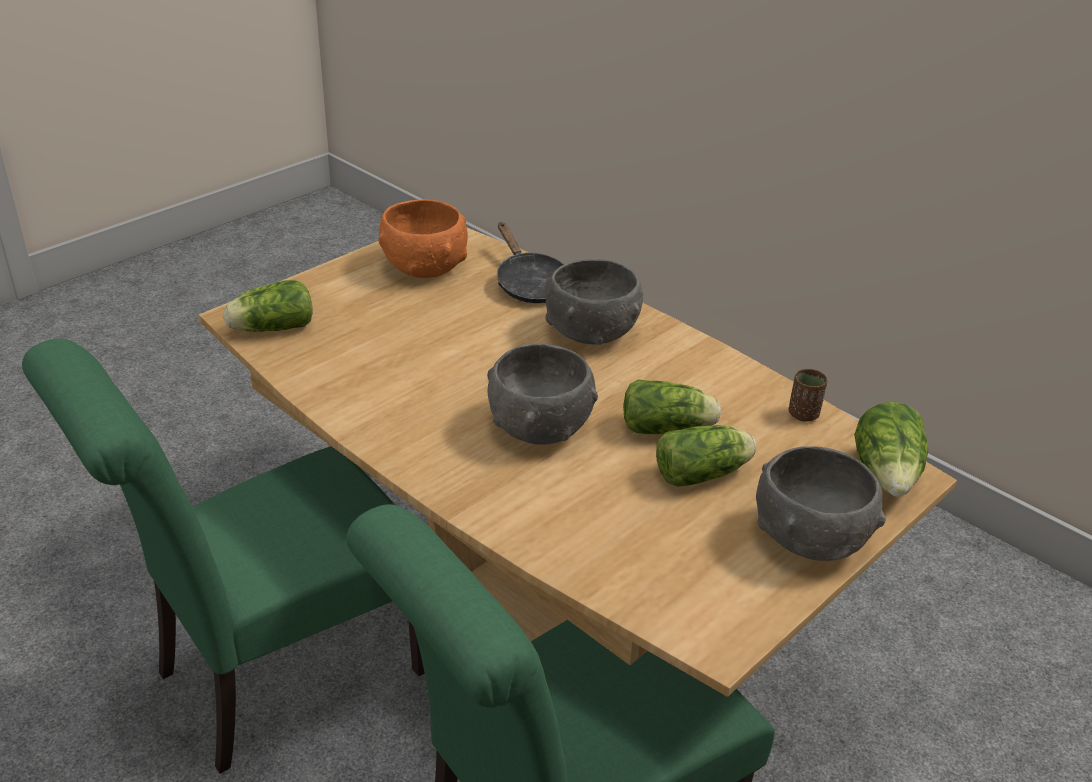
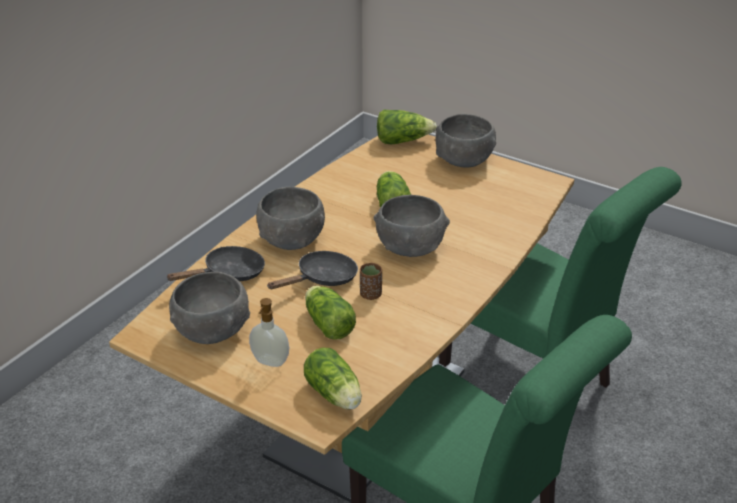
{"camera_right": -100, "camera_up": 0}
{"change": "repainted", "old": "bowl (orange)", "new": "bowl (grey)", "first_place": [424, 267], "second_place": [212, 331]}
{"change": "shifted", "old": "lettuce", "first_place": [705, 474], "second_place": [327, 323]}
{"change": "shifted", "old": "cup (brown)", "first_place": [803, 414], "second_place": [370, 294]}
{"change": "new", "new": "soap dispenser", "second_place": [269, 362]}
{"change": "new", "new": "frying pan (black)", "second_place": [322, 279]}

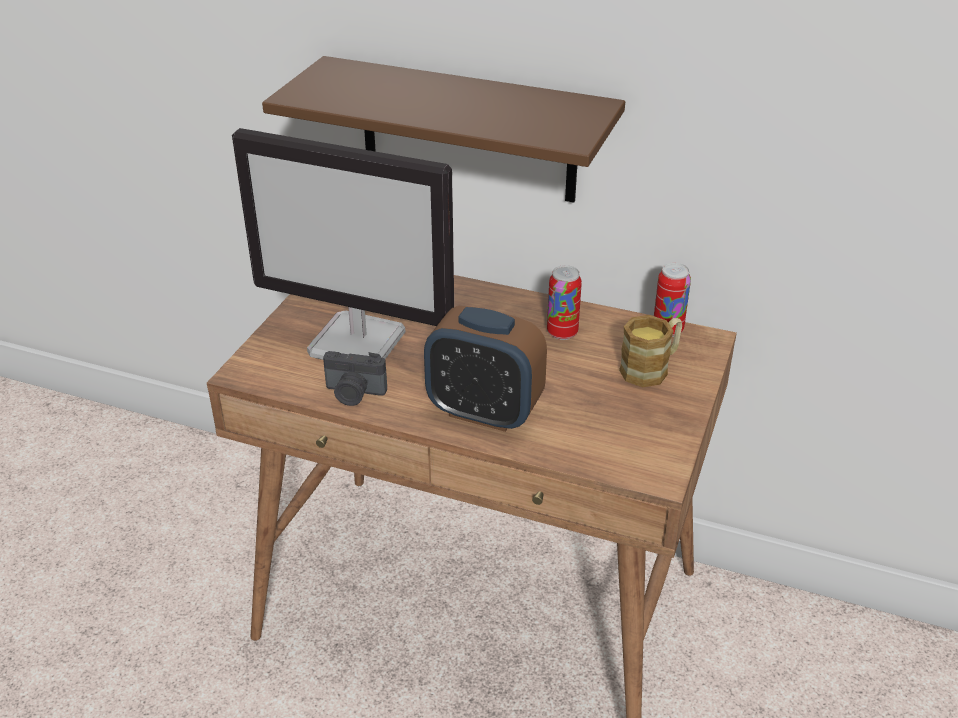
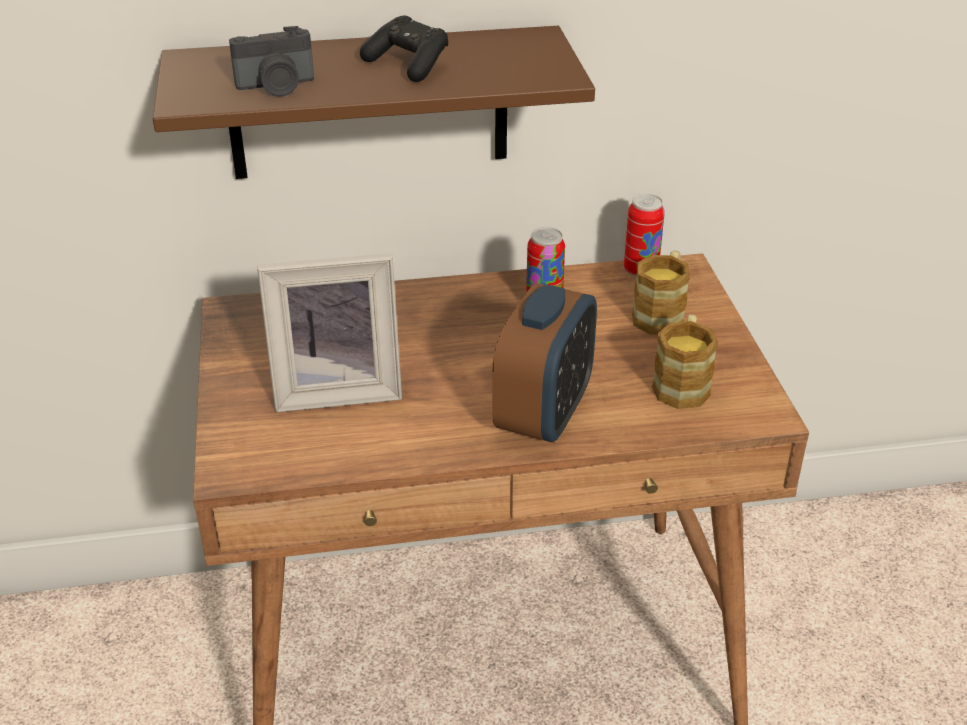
{"camera_right": -30, "camera_up": 0}
{"change": "swapped", "old": "monitor", "new": "picture frame", "first_place": [359, 342], "second_place": [337, 389]}
{"change": "shifted", "old": "photo camera", "first_place": [354, 394], "second_place": [277, 87]}
{"change": "rotated", "old": "alarm clock", "first_place": [484, 412], "second_place": [544, 415], "degrees": -60}
{"change": "new", "new": "game controller (black)", "second_place": [408, 65]}
{"change": "new", "new": "mug", "second_place": [682, 383]}

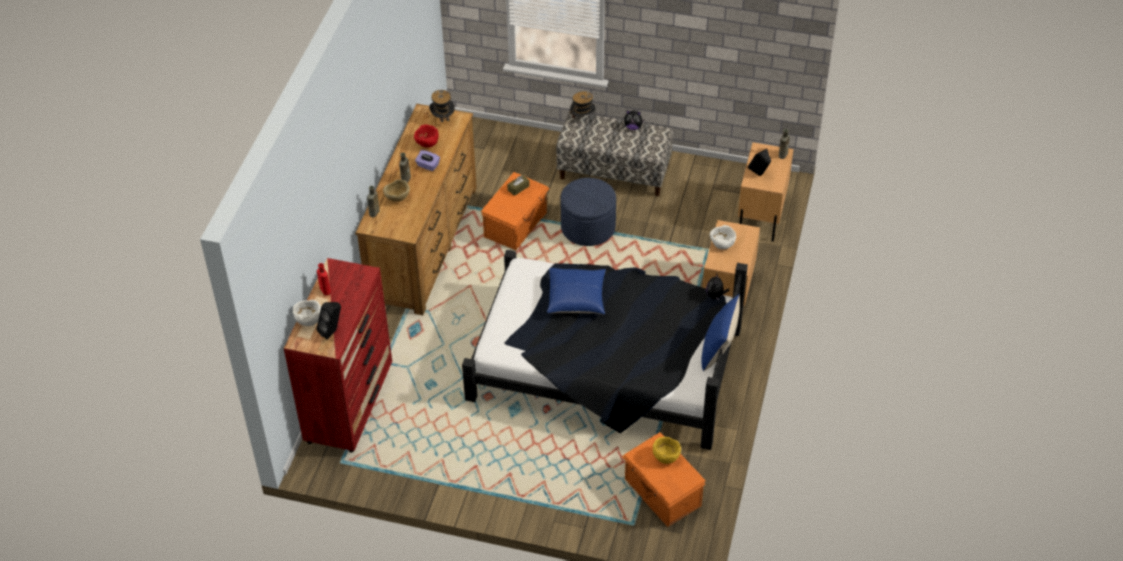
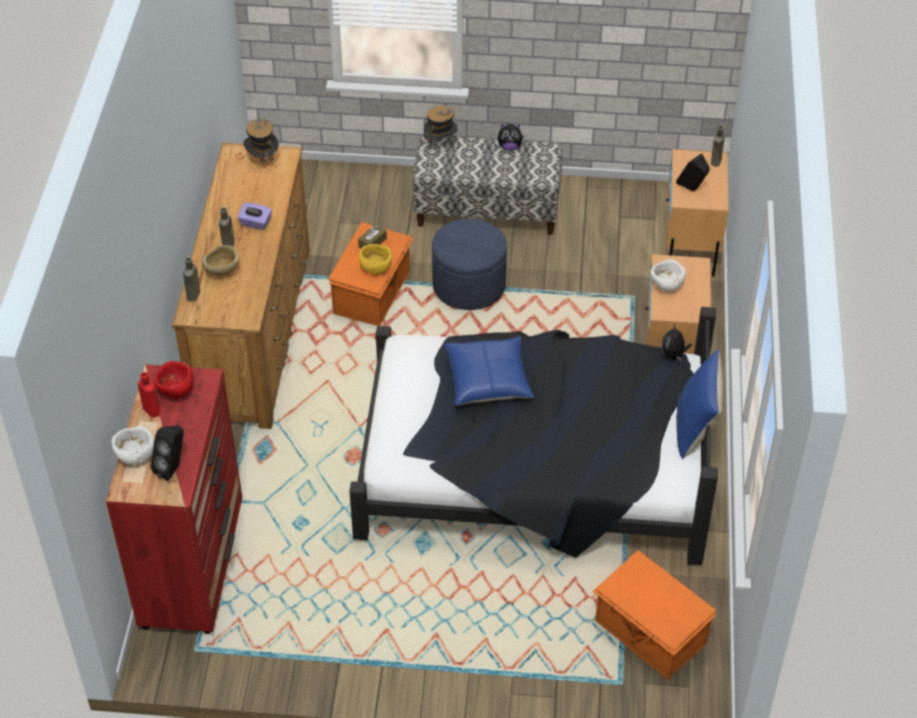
{"camera_right": -10, "camera_up": 0}
{"change": "shifted", "old": "bowl (red)", "first_place": [427, 144], "second_place": [176, 391]}
{"change": "shifted", "old": "bowl (yellow)", "first_place": [666, 457], "second_place": [376, 268]}

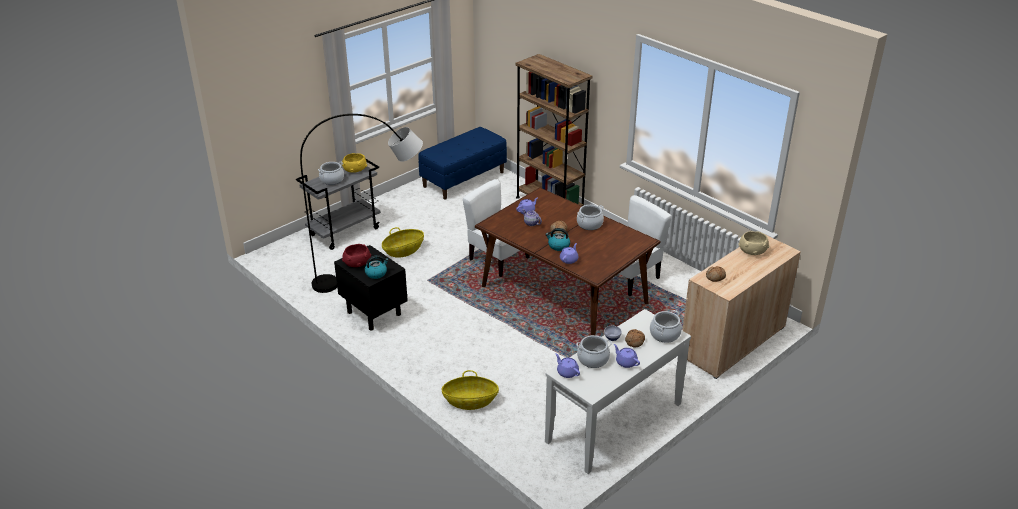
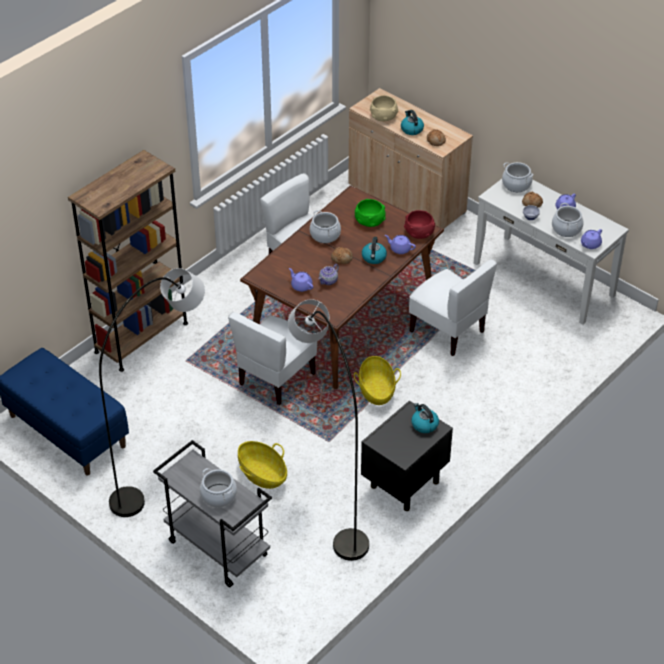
{"camera_right": -95, "camera_up": 10}
{"change": "gone", "old": "bowl (yellow)", "first_place": [354, 169]}
{"change": "shifted", "old": "bowl (red)", "first_place": [357, 262], "second_place": [419, 231]}
{"change": "shifted", "old": "basket", "first_place": [470, 401], "second_place": [376, 390]}
{"change": "new", "new": "floor lamp (grey)", "second_place": [165, 459]}
{"change": "new", "new": "bowl (green)", "second_place": [370, 220]}
{"change": "new", "new": "kettle", "second_place": [411, 129]}
{"change": "new", "new": "chair (white)", "second_place": [448, 331]}

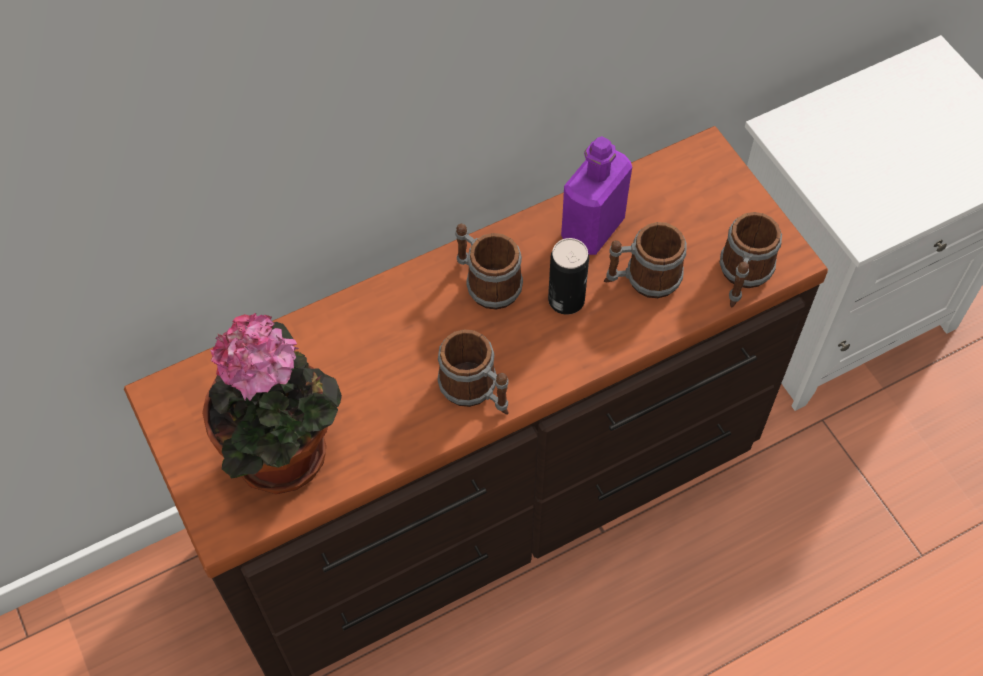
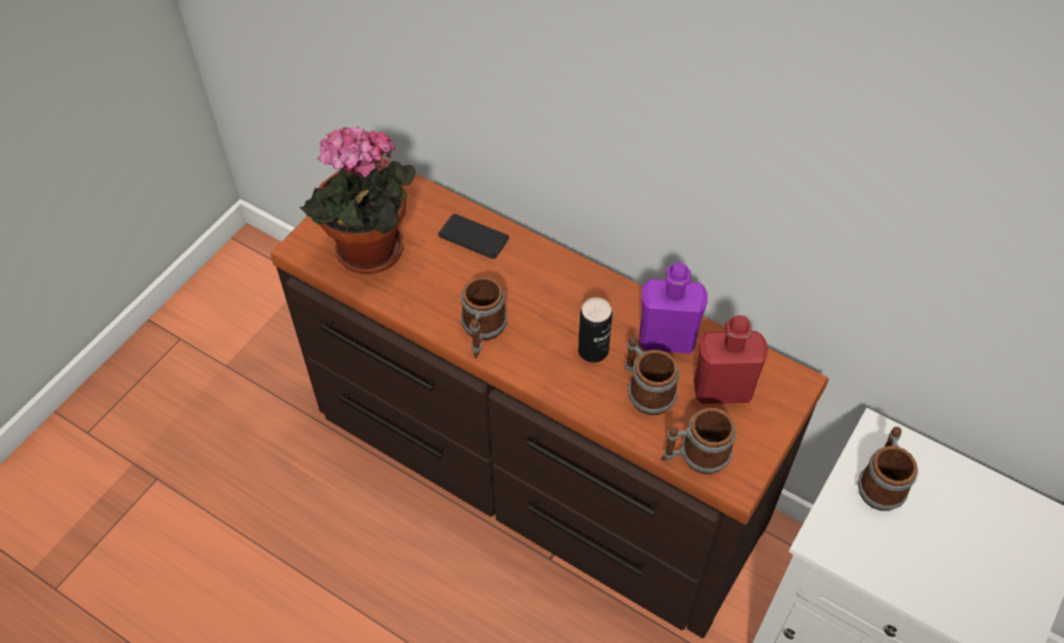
{"camera_right": 60, "camera_up": -5}
{"change": "shifted", "old": "mug", "first_place": [486, 282], "second_place": [880, 482]}
{"change": "new", "new": "phone", "second_place": [473, 237]}
{"change": "new", "new": "bottle (red)", "second_place": [722, 390]}

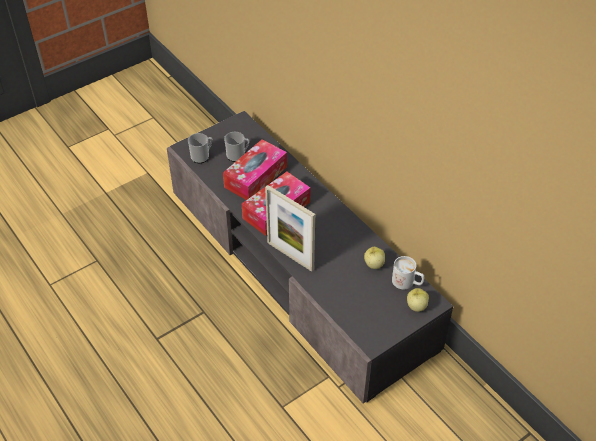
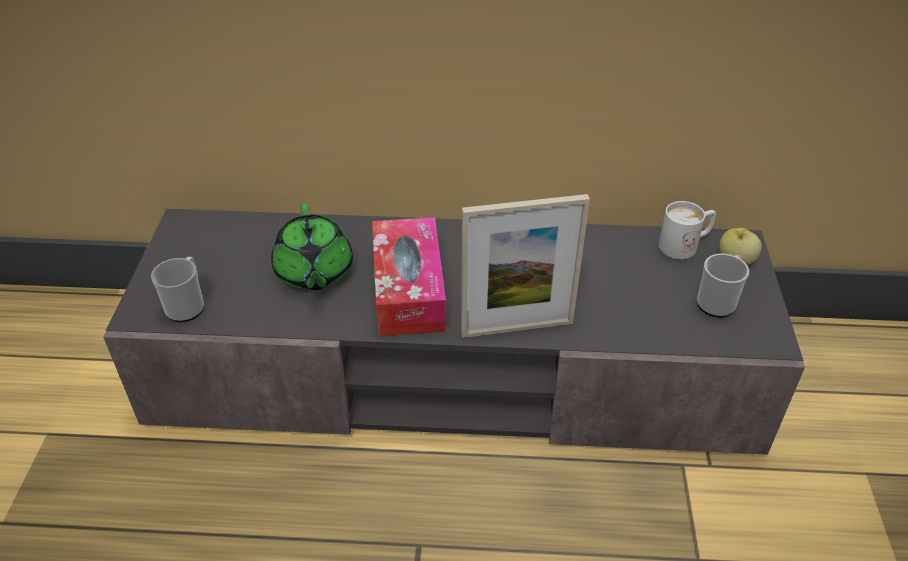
{"camera_right": -50, "camera_up": -5}
{"change": "swapped", "old": "tissue box", "new": "teapot (green)", "first_place": [255, 177], "second_place": [314, 272]}
{"change": "shifted", "old": "mug", "first_place": [238, 155], "second_place": [718, 301]}
{"change": "gone", "old": "apple", "first_place": [373, 264]}

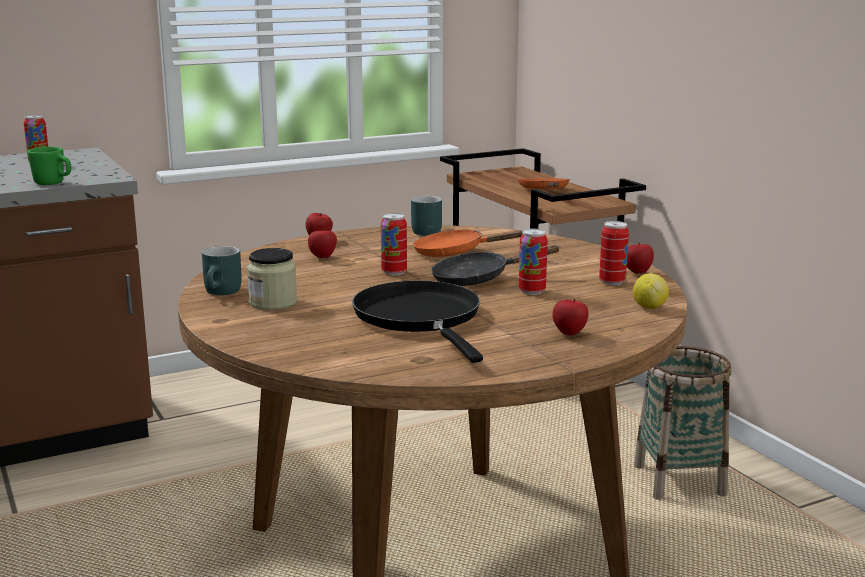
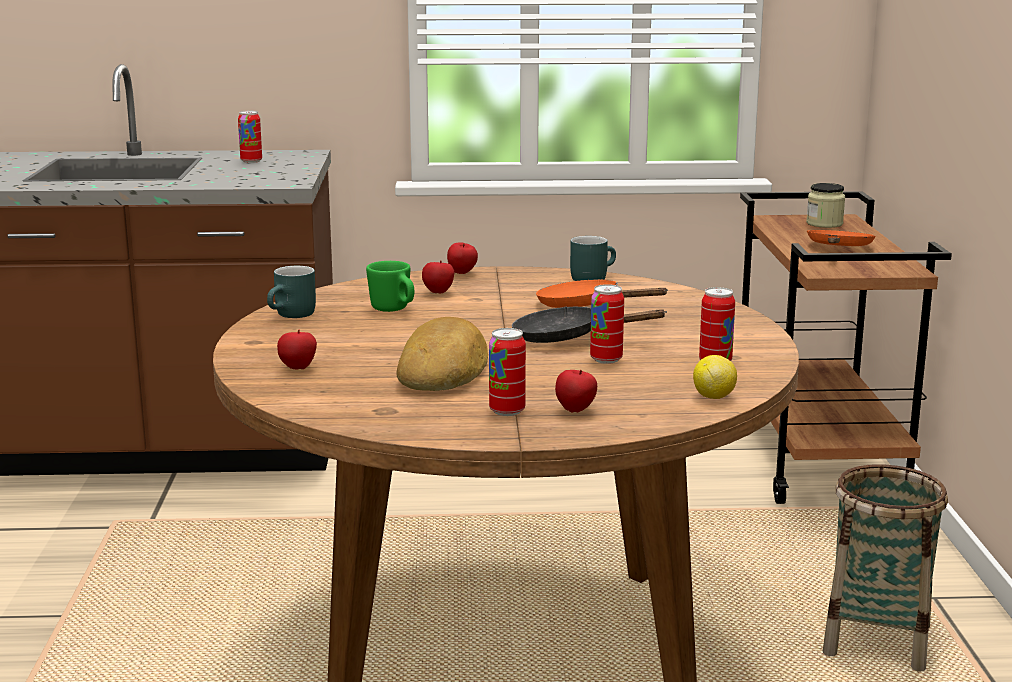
{"camera_right": 25, "camera_up": 0}
{"change": "shifted", "old": "mug (green)", "first_place": [53, 183], "second_place": [394, 310]}
{"change": "shifted", "old": "jar", "first_place": [273, 302], "second_place": [824, 224]}
{"change": "swapped", "old": "frying pan (black)", "new": "bread", "first_place": [420, 318], "second_place": [444, 369]}
{"change": "shifted", "old": "can", "first_place": [394, 272], "second_place": [507, 411]}
{"change": "shifted", "old": "apple", "first_place": [637, 273], "second_place": [298, 368]}

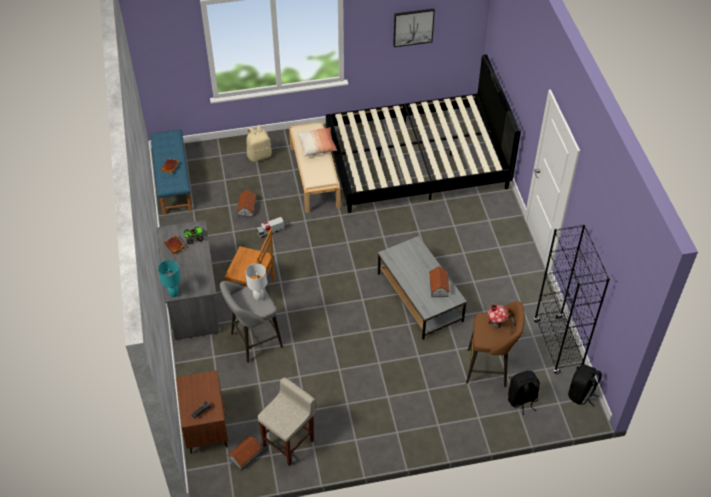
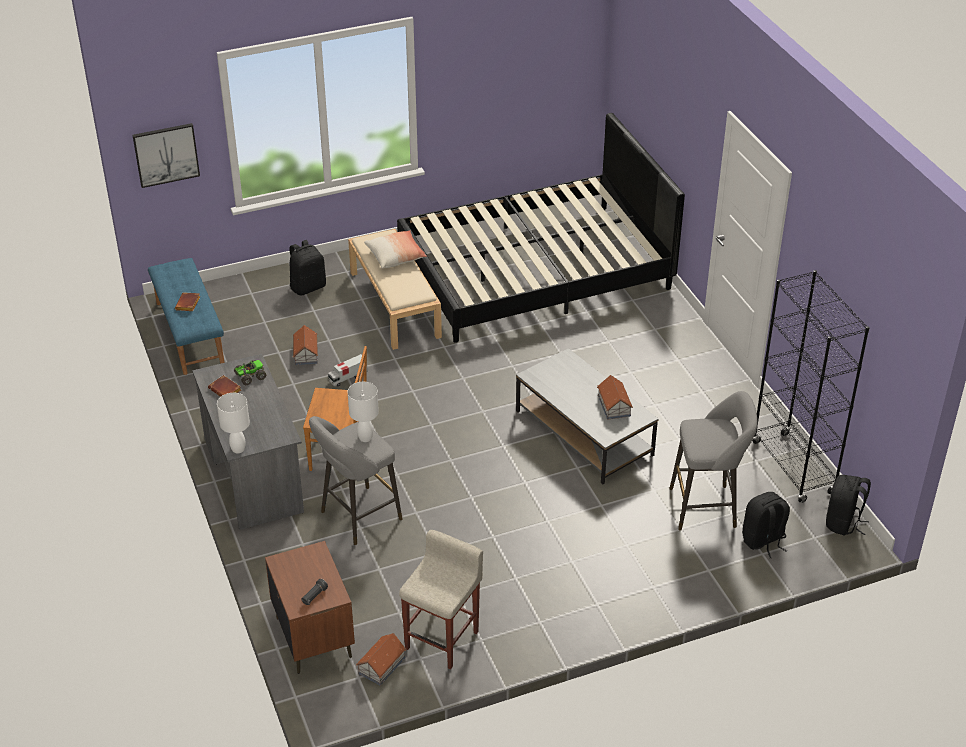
{"camera_right": -10, "camera_up": -10}
{"change": "repainted", "old": "table lamp (turquoise)", "new": "table lamp (white)", "first_place": [174, 294], "second_place": [238, 449]}
{"change": "repainted", "old": "backpack (beige)", "new": "backpack (black)", "first_place": [259, 155], "second_place": [308, 287]}
{"change": "shifted", "old": "picture", "first_place": [413, 27], "second_place": [166, 154]}
{"change": "repainted", "old": "stool (brown)", "new": "stool (grey)", "first_place": [490, 368], "second_place": [707, 507]}
{"change": "gone", "old": "toy house", "first_place": [496, 324]}

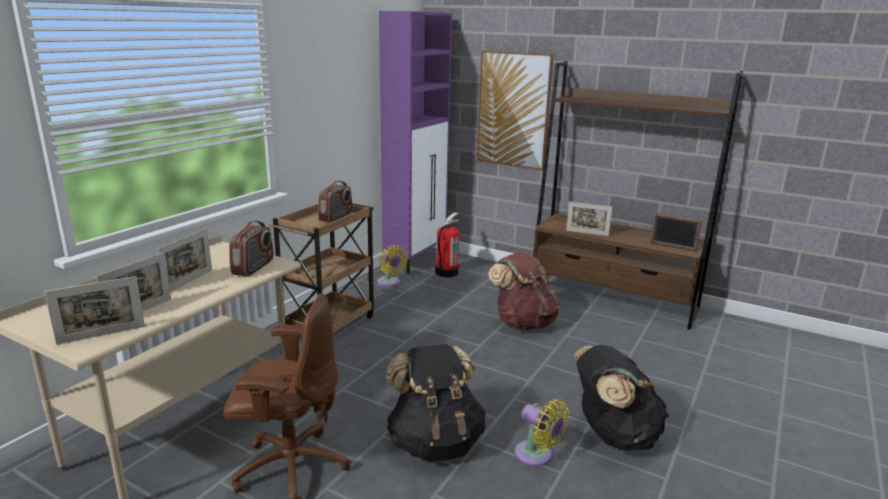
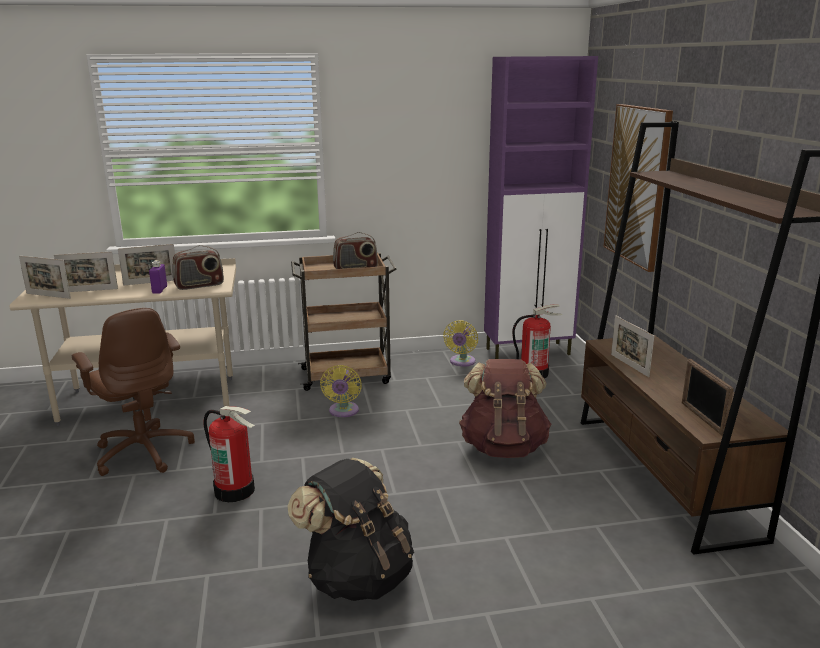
{"camera_right": 50, "camera_up": 0}
{"change": "swapped", "old": "backpack (black)", "new": "fire extinguisher", "first_place": [435, 442], "second_place": [235, 490]}
{"change": "shifted", "old": "fan (yellow)", "first_place": [537, 456], "second_place": [343, 412]}
{"change": "new", "new": "bottle (purple)", "second_place": [159, 290]}

